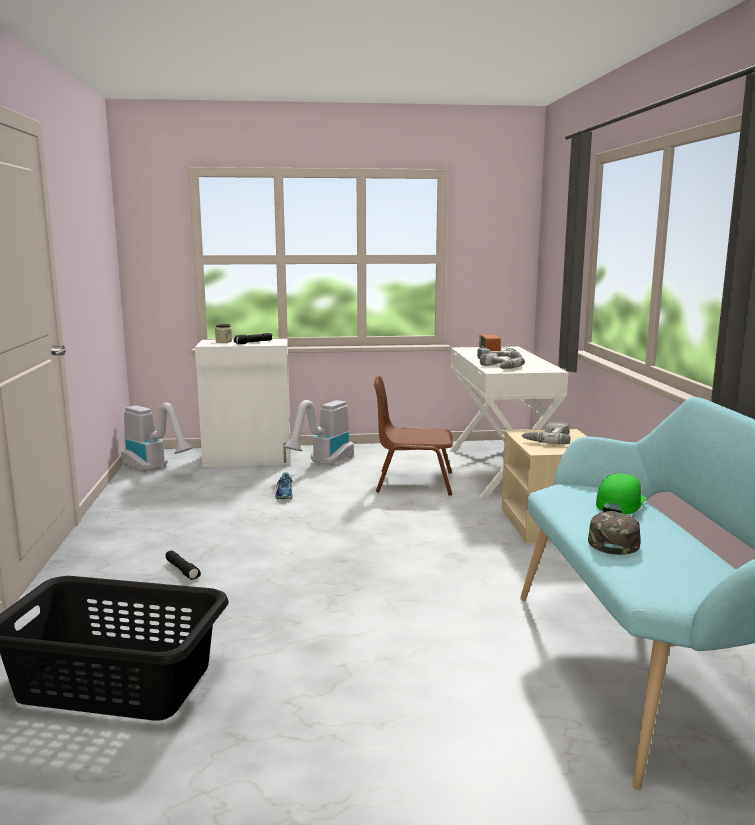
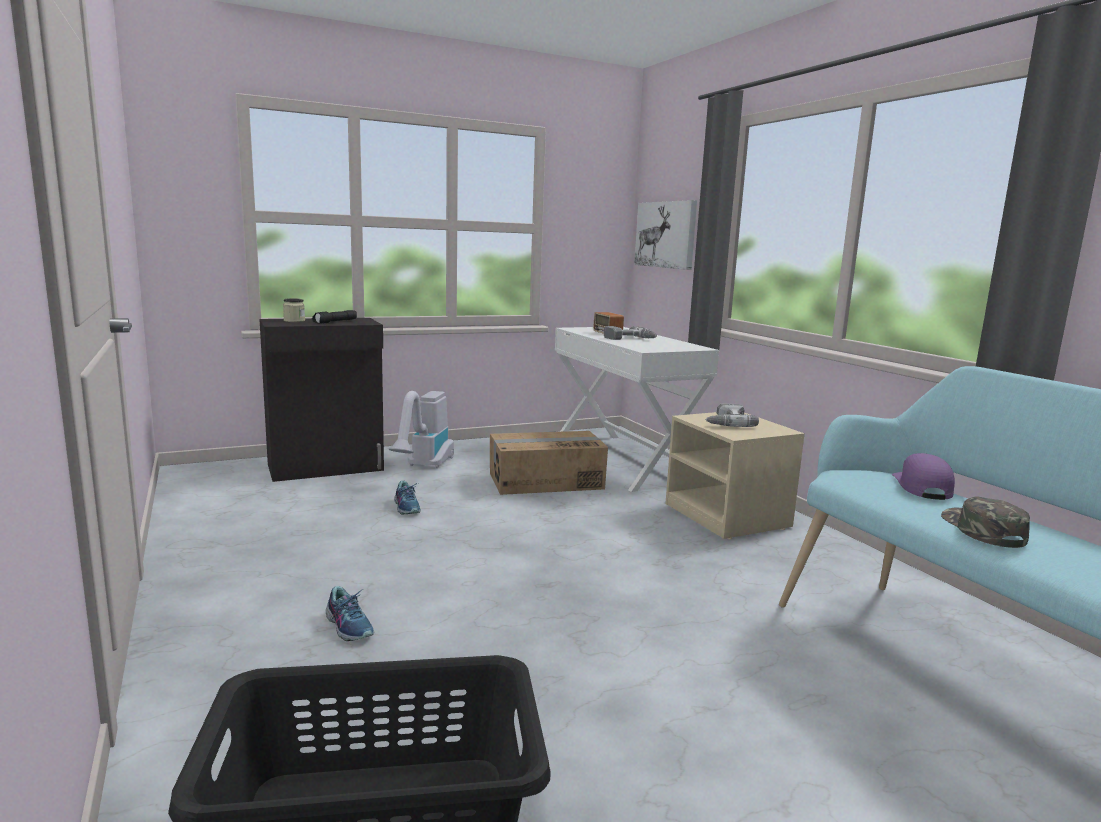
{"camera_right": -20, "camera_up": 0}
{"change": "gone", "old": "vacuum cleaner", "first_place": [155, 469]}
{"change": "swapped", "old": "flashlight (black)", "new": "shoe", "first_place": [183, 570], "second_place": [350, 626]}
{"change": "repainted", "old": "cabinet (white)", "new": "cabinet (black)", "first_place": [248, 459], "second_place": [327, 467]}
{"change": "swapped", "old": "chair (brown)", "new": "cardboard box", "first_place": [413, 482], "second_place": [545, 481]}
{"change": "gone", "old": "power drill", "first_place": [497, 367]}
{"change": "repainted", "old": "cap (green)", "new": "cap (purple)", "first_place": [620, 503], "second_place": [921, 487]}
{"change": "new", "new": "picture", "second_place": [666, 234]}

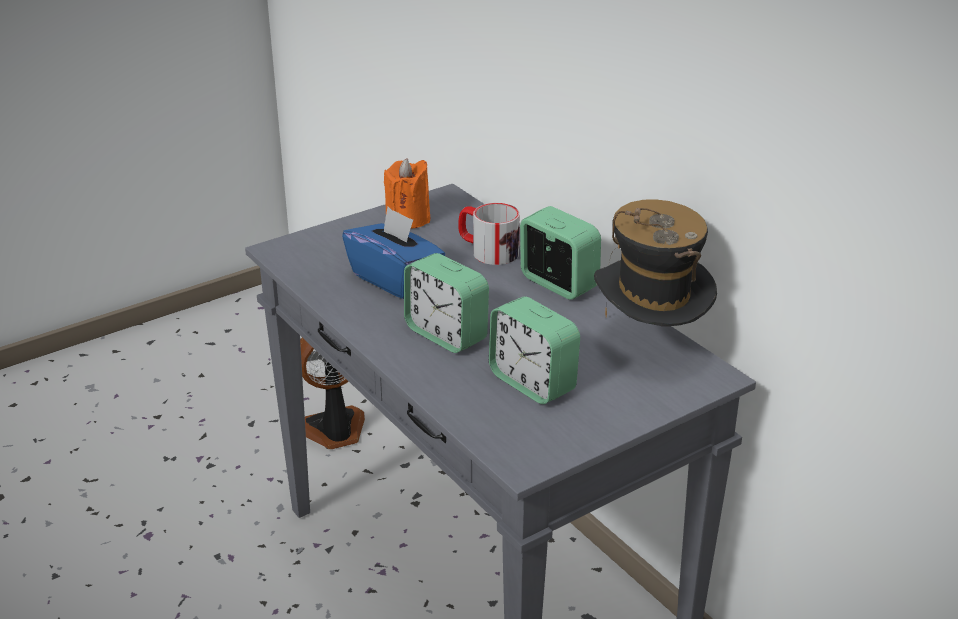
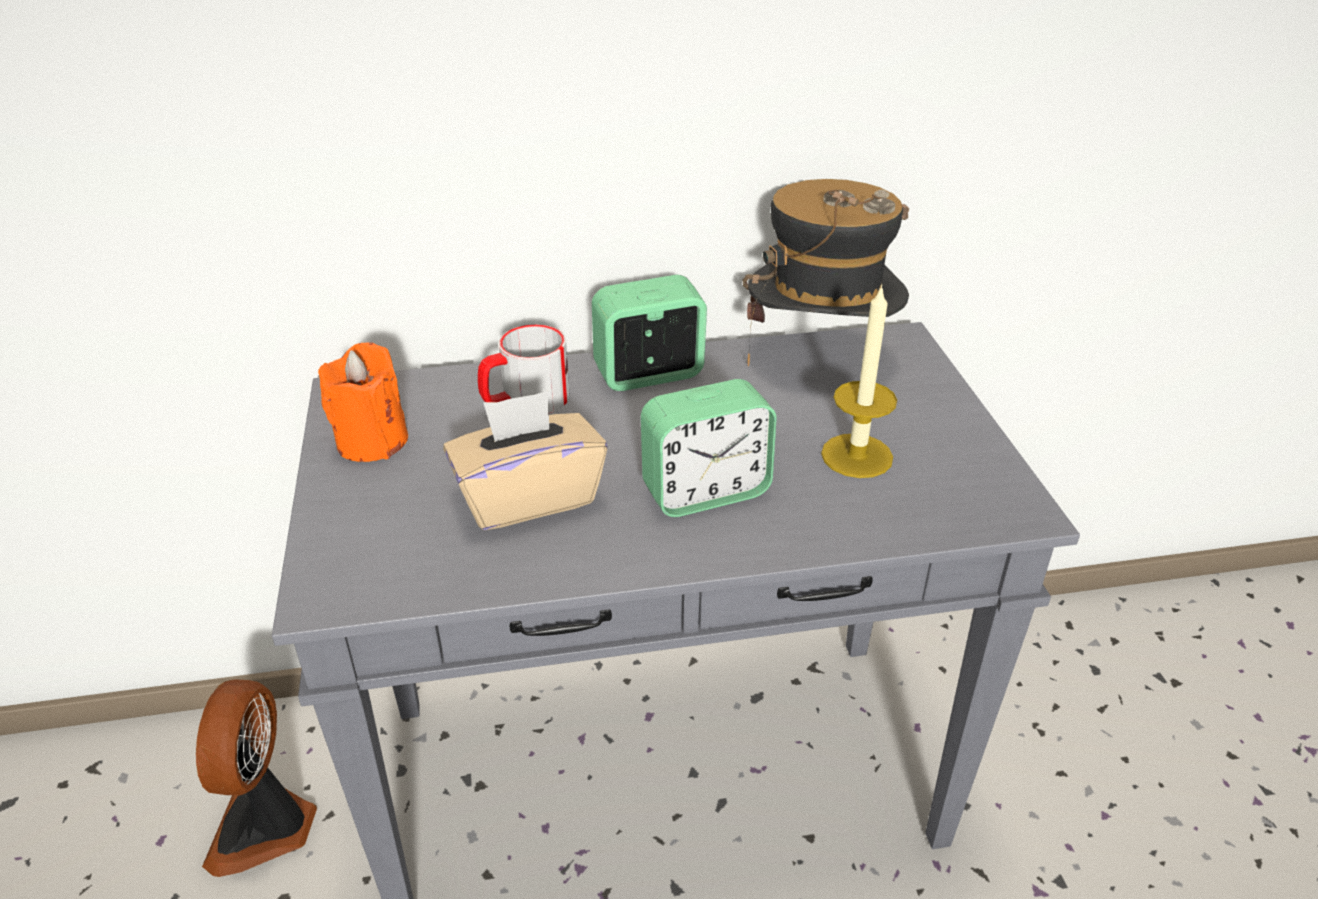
{"camera_right": -65, "camera_up": 5}
{"change": "repainted", "old": "tissue box (blue)", "new": "tissue box (beige)", "first_place": [395, 279], "second_place": [528, 497]}
{"change": "swapped", "old": "alarm clock", "new": "candle", "first_place": [532, 383], "second_place": [857, 456]}

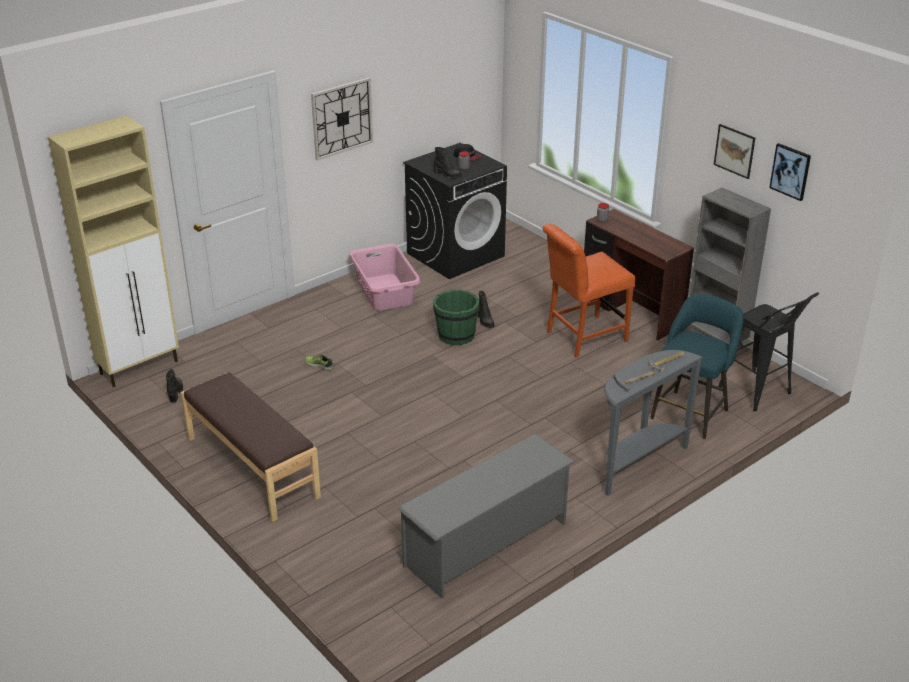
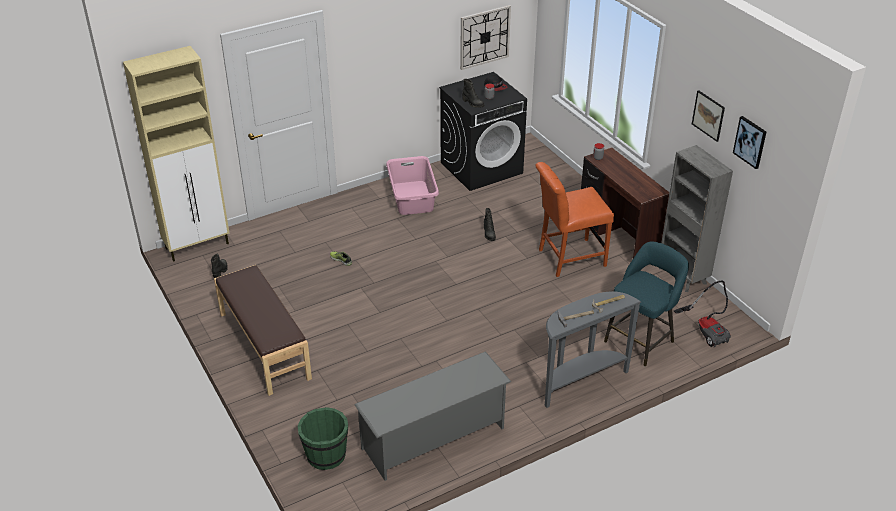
{"camera_right": 10, "camera_up": 5}
{"change": "shifted", "old": "wall clock", "first_place": [342, 118], "second_place": [484, 37]}
{"change": "shifted", "old": "bucket (green)", "first_place": [456, 335], "second_place": [326, 455]}
{"change": "swapped", "old": "stool (black)", "new": "vacuum cleaner", "first_place": [760, 394], "second_place": [707, 330]}

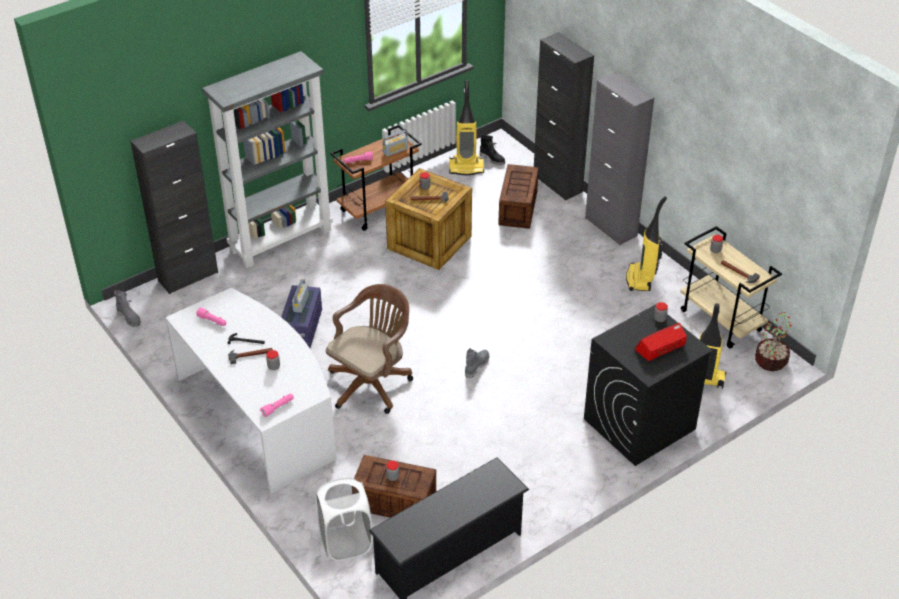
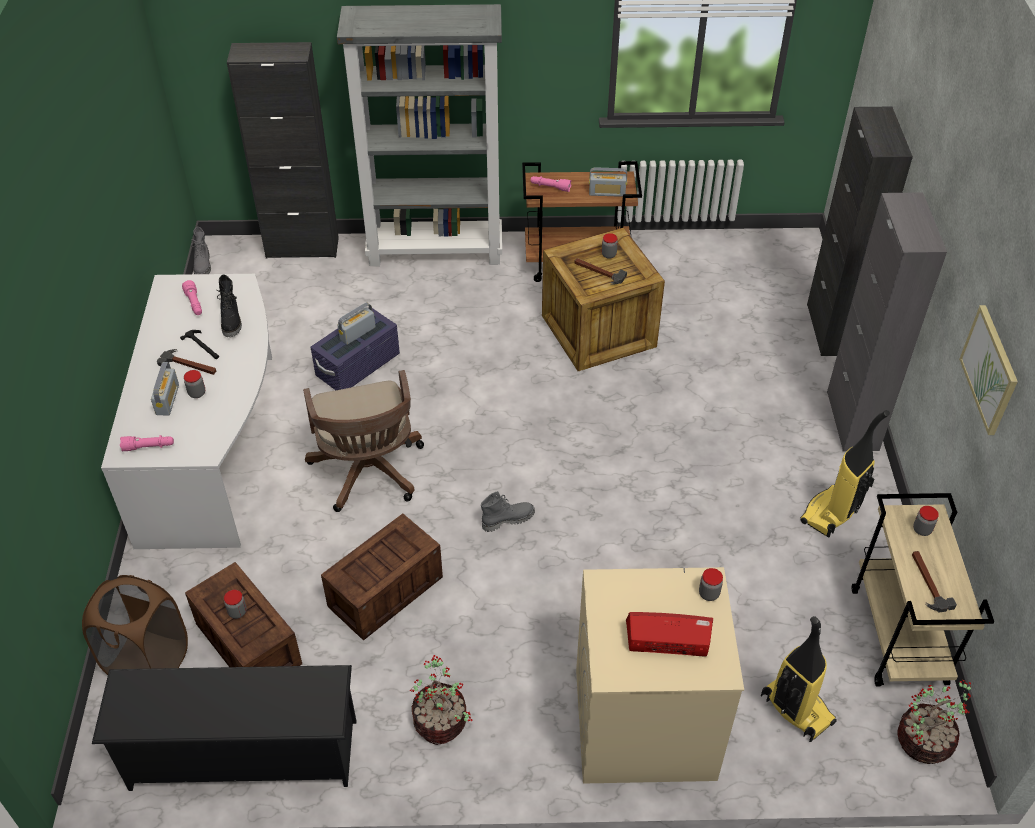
{"camera_right": 35, "camera_up": 5}
{"change": "repainted", "old": "laundry basket (white)", "new": "laundry basket (brown)", "first_place": [346, 542], "second_place": [148, 661]}
{"change": "rotated", "old": "office chair (brown)", "first_place": [372, 383], "second_place": [369, 474], "degrees": 90}
{"change": "gone", "old": "vacuum cleaner", "first_place": [466, 167]}
{"change": "shifted", "old": "boot (black)", "first_place": [492, 159], "second_place": [232, 321]}
{"change": "shifted", "old": "crate", "first_place": [518, 207], "second_place": [386, 590]}
{"change": "repainted", "old": "washing machine (black)", "new": "washing machine (beige)", "first_place": [639, 424], "second_place": [643, 724]}
{"change": "new", "new": "radio", "second_place": [167, 399]}
{"change": "new", "new": "potted plant", "second_place": [441, 722]}
{"change": "new", "new": "picture", "second_place": [990, 369]}

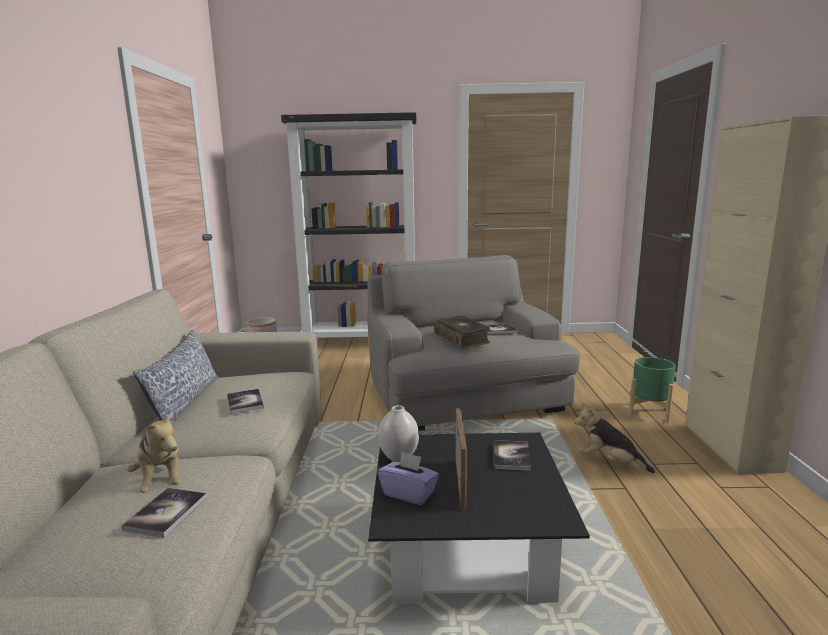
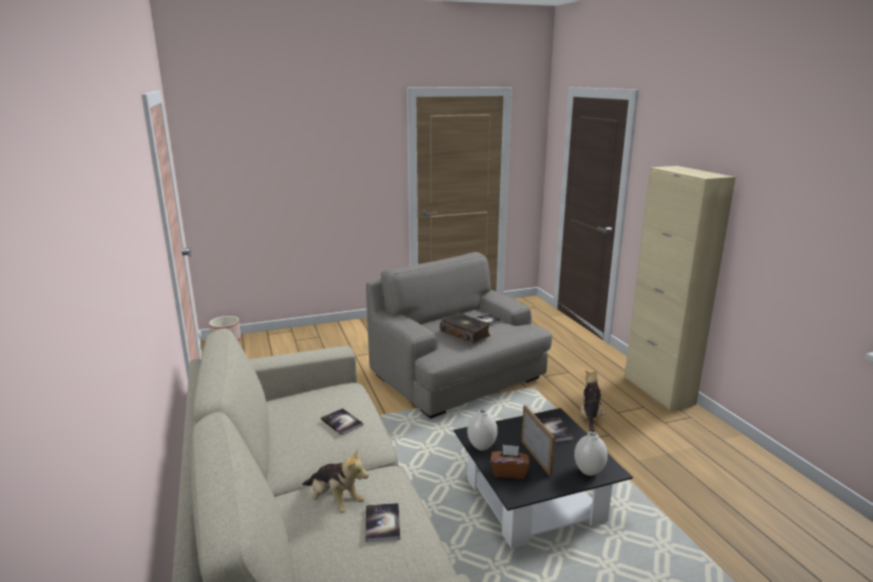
{"camera_right": -20, "camera_up": 5}
{"change": "gone", "old": "pillow", "first_place": [185, 402]}
{"change": "gone", "old": "bookcase (black)", "first_place": [362, 343]}
{"change": "repainted", "old": "tissue box (purple)", "new": "tissue box (brown)", "first_place": [409, 493], "second_place": [509, 472]}
{"change": "rotated", "old": "plush toy", "first_place": [610, 462], "second_place": [590, 416], "degrees": 90}
{"change": "gone", "old": "planter (green)", "first_place": [649, 412]}
{"change": "new", "new": "vase (white)", "second_place": [588, 471]}

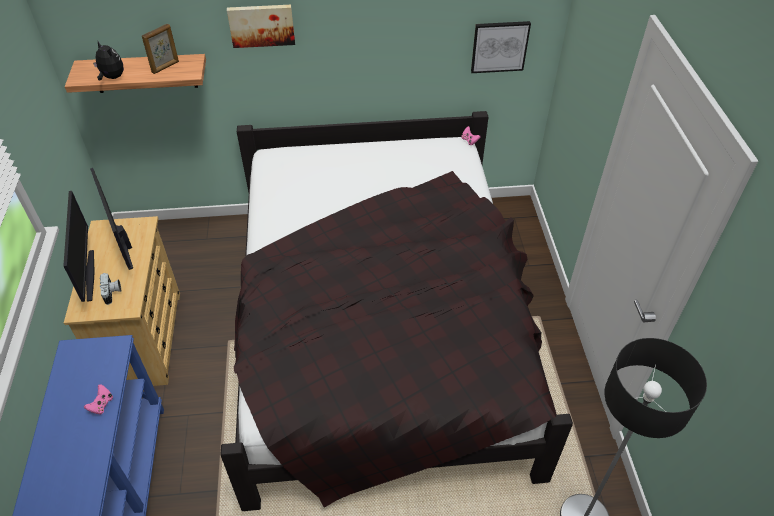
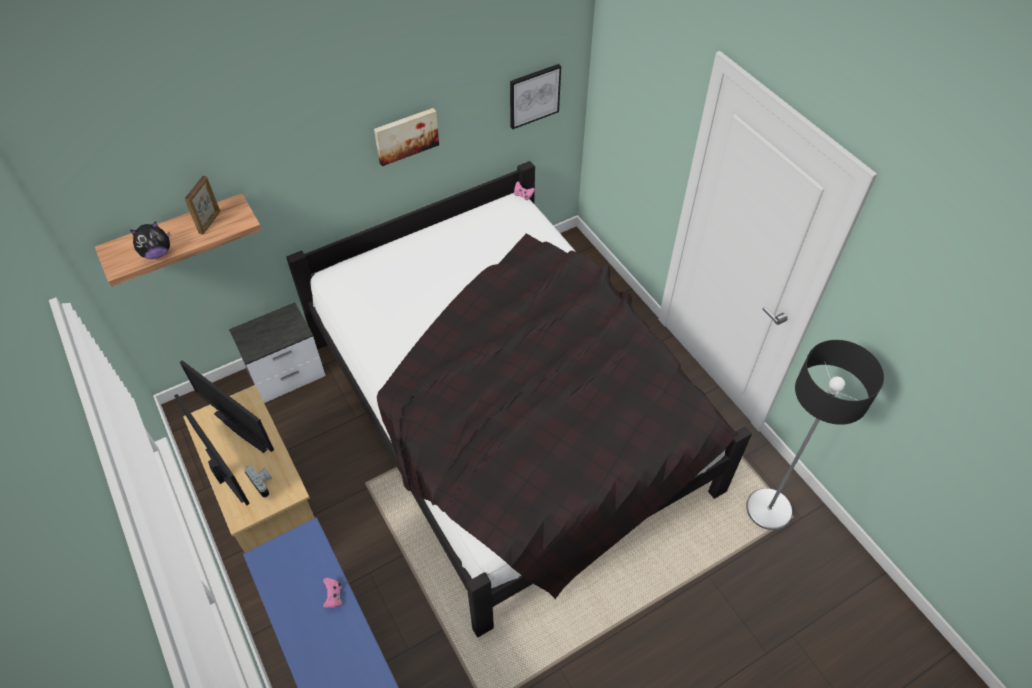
{"camera_right": -25, "camera_up": 5}
{"change": "rotated", "old": "plush toy", "first_place": [112, 77], "second_place": [157, 253], "degrees": 135}
{"change": "shifted", "old": "picture", "first_place": [261, 25], "second_place": [406, 135]}
{"change": "new", "new": "nightstand", "second_place": [288, 373]}

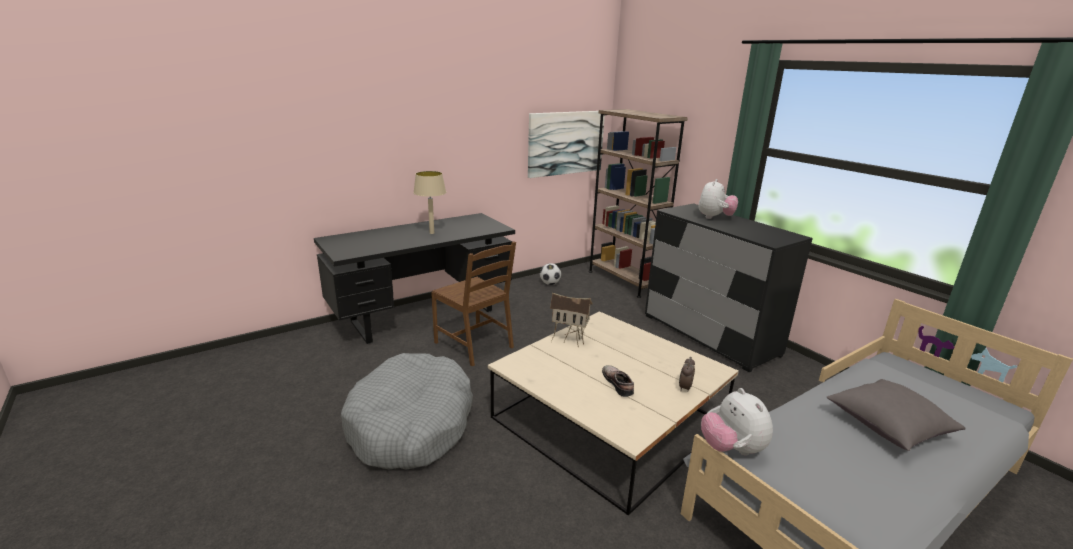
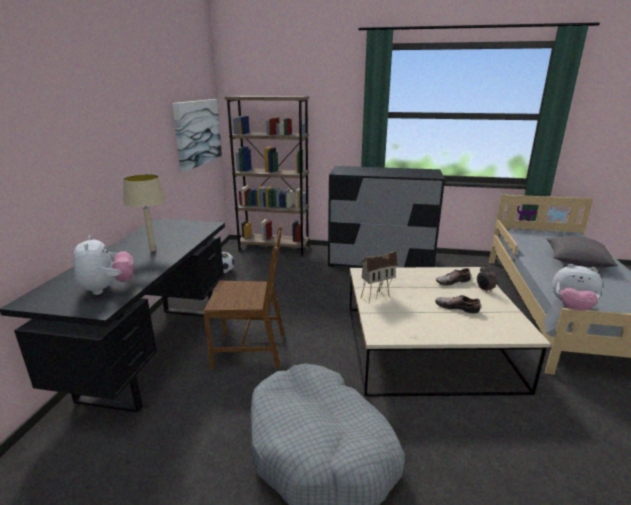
{"camera_right": -45, "camera_up": 0}
{"change": "shifted", "old": "plush toy", "first_place": [714, 217], "second_place": [107, 289]}
{"change": "new", "new": "shoe", "second_place": [451, 281]}

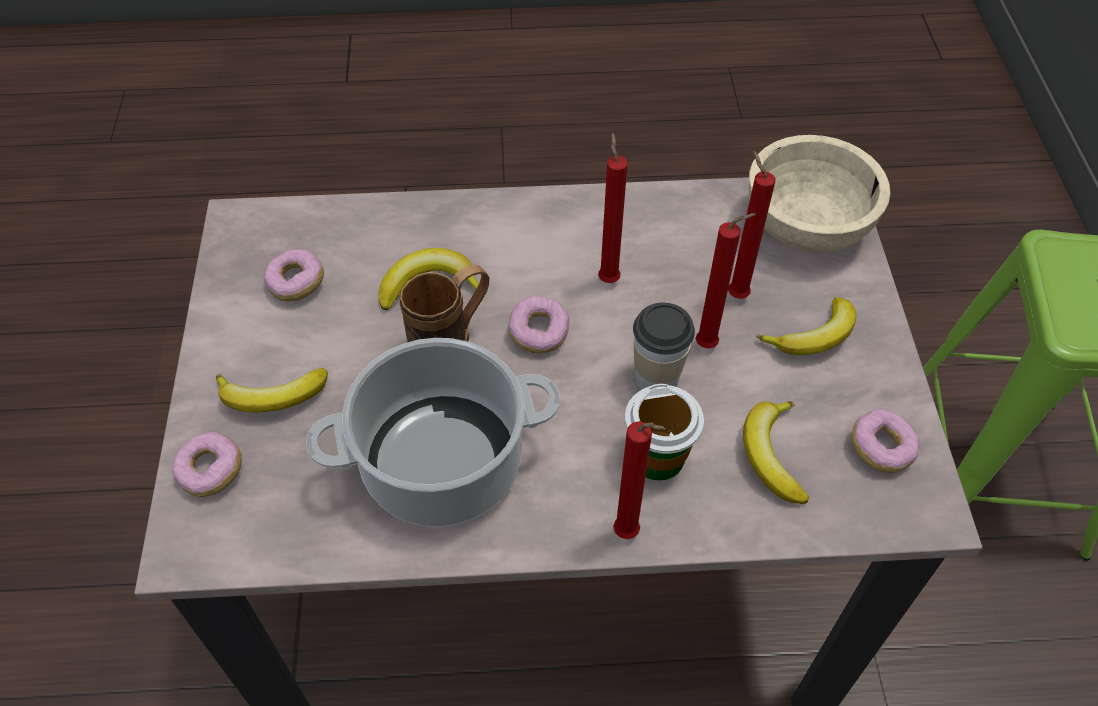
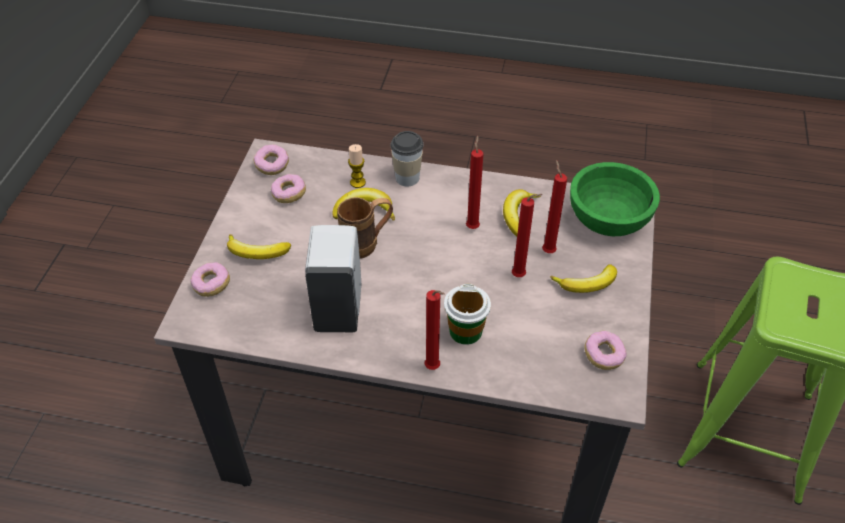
{"camera_right": 15, "camera_up": -5}
{"change": "swapped", "old": "cooking pot", "new": "soap dispenser (white)", "first_place": [440, 464], "second_place": [338, 308]}
{"change": "shifted", "old": "donut", "first_place": [538, 333], "second_place": [272, 166]}
{"change": "shifted", "old": "cup", "first_place": [656, 378], "second_place": [407, 178]}
{"change": "shifted", "old": "banana", "first_place": [772, 455], "second_place": [519, 217]}
{"change": "repainted", "old": "bowl (beige)", "new": "bowl (green)", "first_place": [806, 226], "second_place": [607, 220]}
{"change": "new", "new": "candle", "second_place": [357, 182]}

